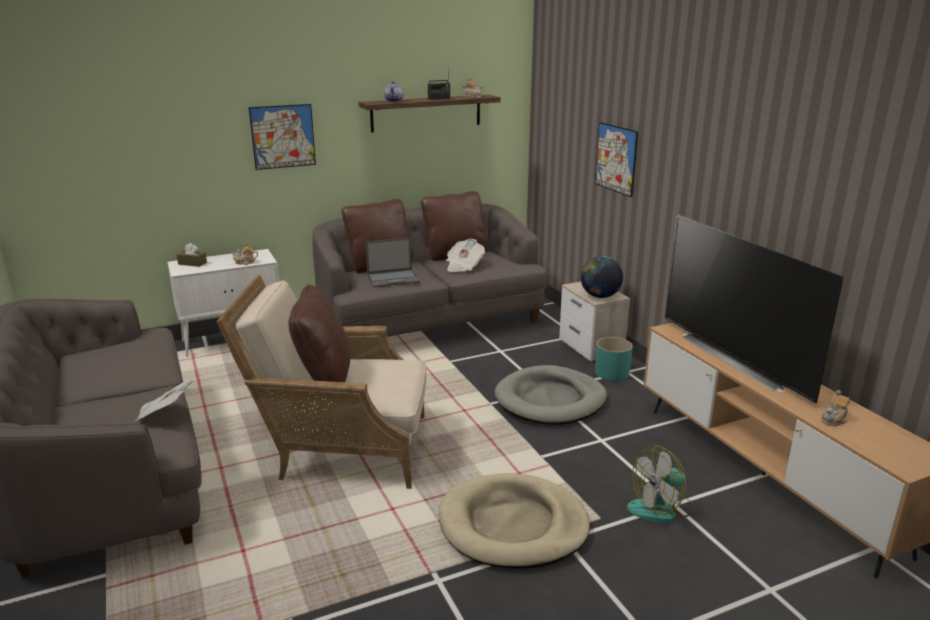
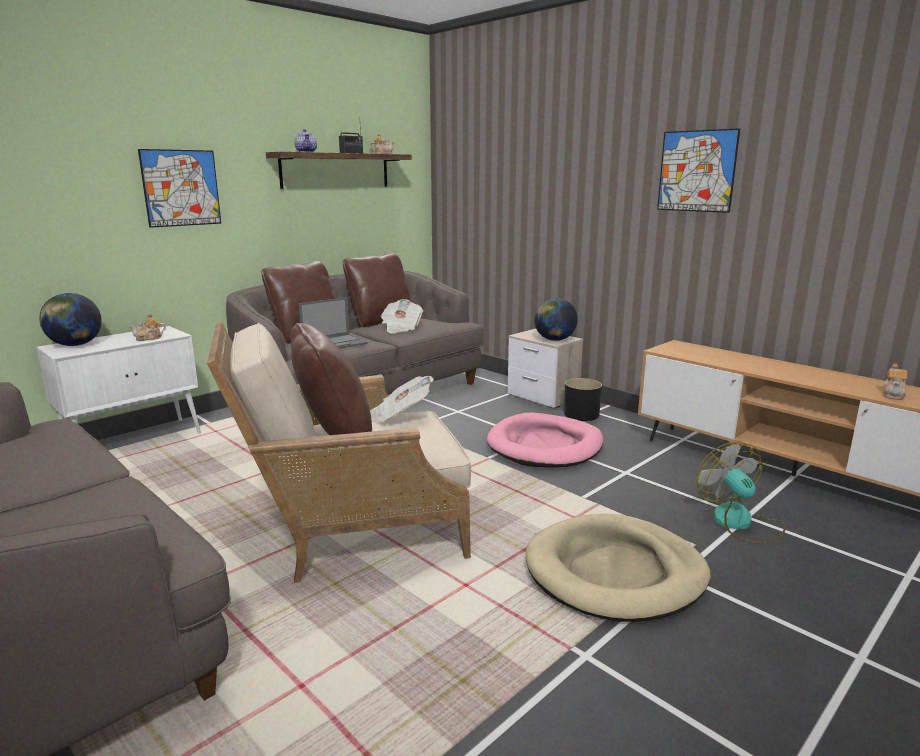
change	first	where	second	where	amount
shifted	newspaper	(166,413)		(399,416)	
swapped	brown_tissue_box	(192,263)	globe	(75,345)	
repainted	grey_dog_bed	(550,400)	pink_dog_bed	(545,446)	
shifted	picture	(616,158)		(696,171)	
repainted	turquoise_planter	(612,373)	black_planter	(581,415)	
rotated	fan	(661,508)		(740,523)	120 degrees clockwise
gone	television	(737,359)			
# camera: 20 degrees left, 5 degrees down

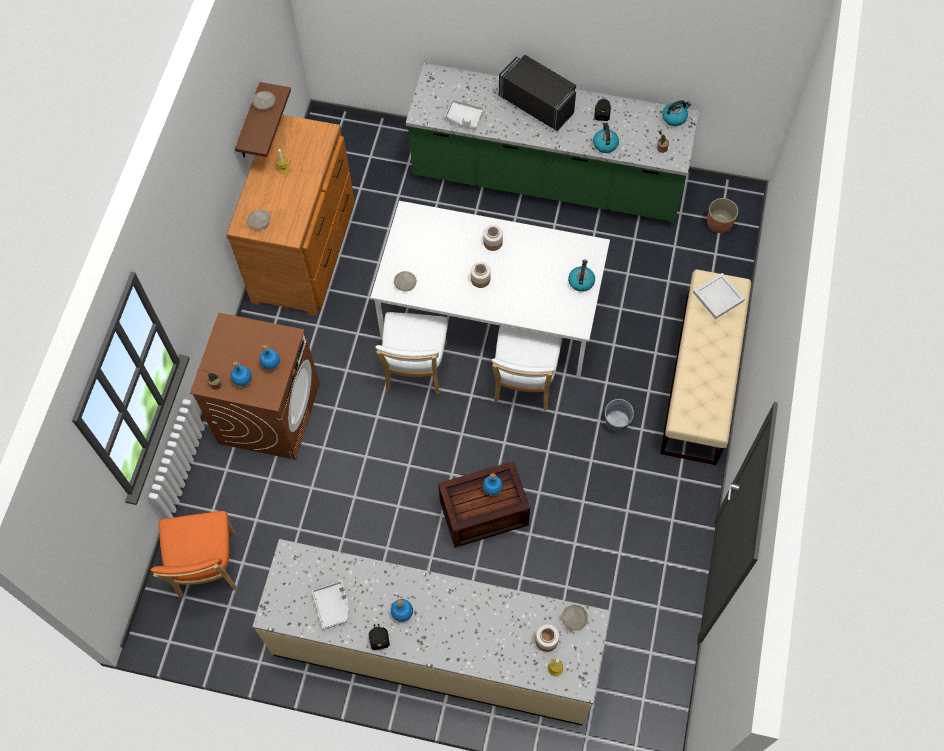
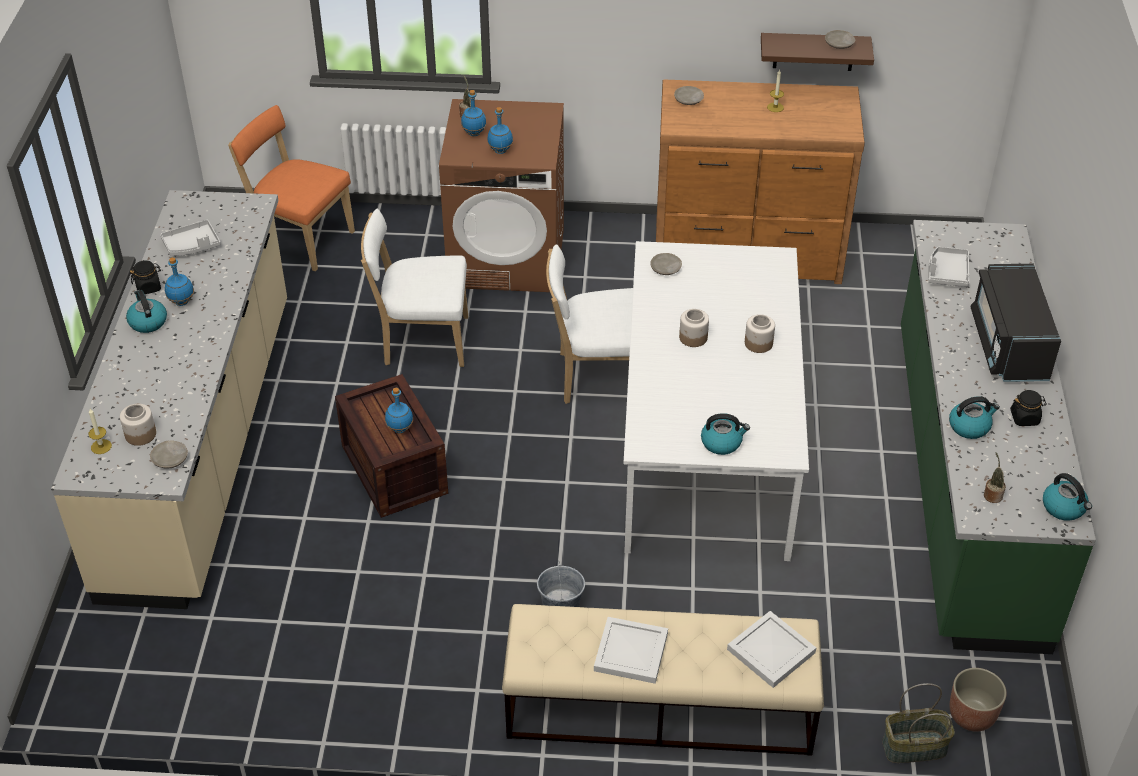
change	first	where	second	where	amount
rotated	orange_chair	(206,568)		(301,239)	45 degrees clockwise
shifted	white_chair	(524,384)		(421,341)	
rotated	black_microwave	(537,105)		(1008,344)	150 degrees clockwise
new			kettle	(147,322)	
new			white_tray	(630,651)	
new			basket	(914,748)	
# camera: 80 degrees right, 20 degrees down

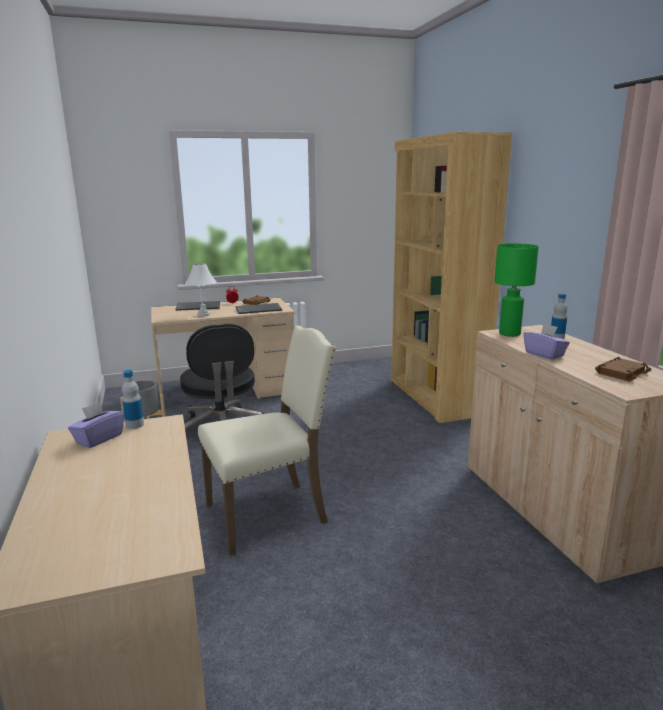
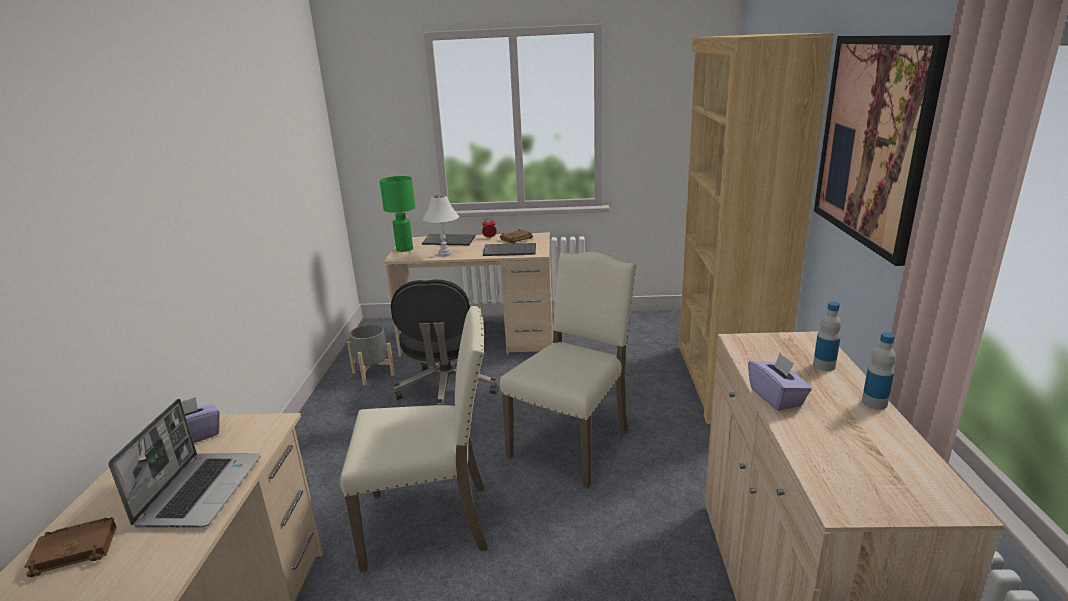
change	first	where	second	where	amount
shifted	bottle	(134,425)		(874,403)	
shifted	green_table_lamp	(510,334)		(405,249)	
shifted	brown_book	(620,372)		(78,548)	
new			laptop	(200,490)	
new			beige_chair	(573,442)	
new			picture	(874,141)	
# camera: 20 degrees right, 5 degrees up

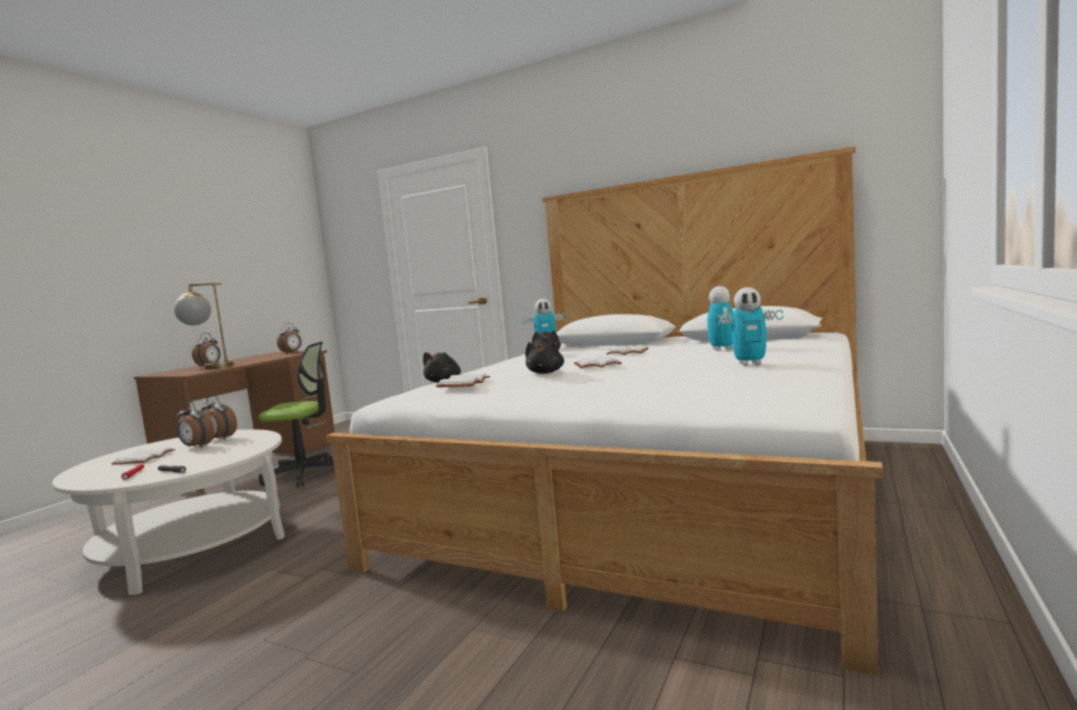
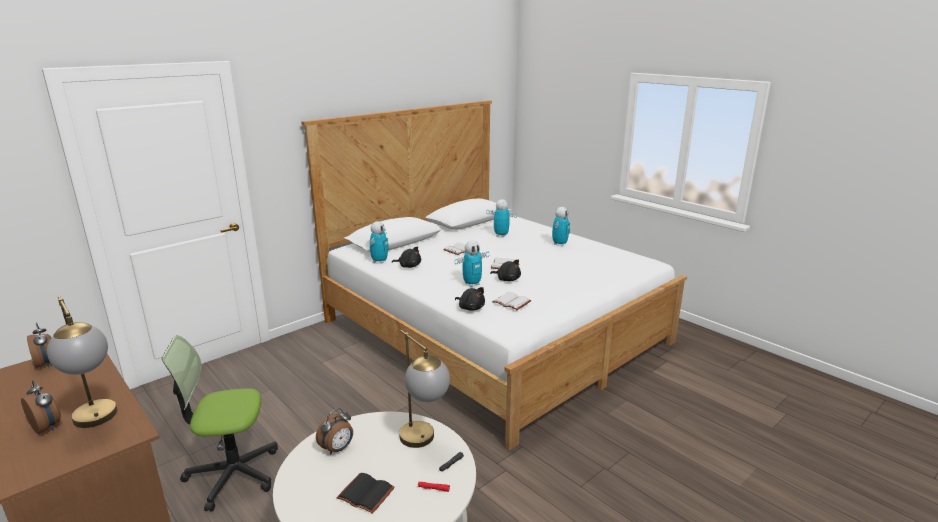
change	first	where	second	where	amount
repainted	white_book	(143,458)	black_book	(364,494)	
gone	alarm_clock	(196,446)			
rotated	office_chair	(305,474)		(233,474)	120 degrees counterclockwise
new			table_lamp	(424,443)	
new			toy_robot	(472,284)	
# camera: 70 degrees left, 15 degrees up

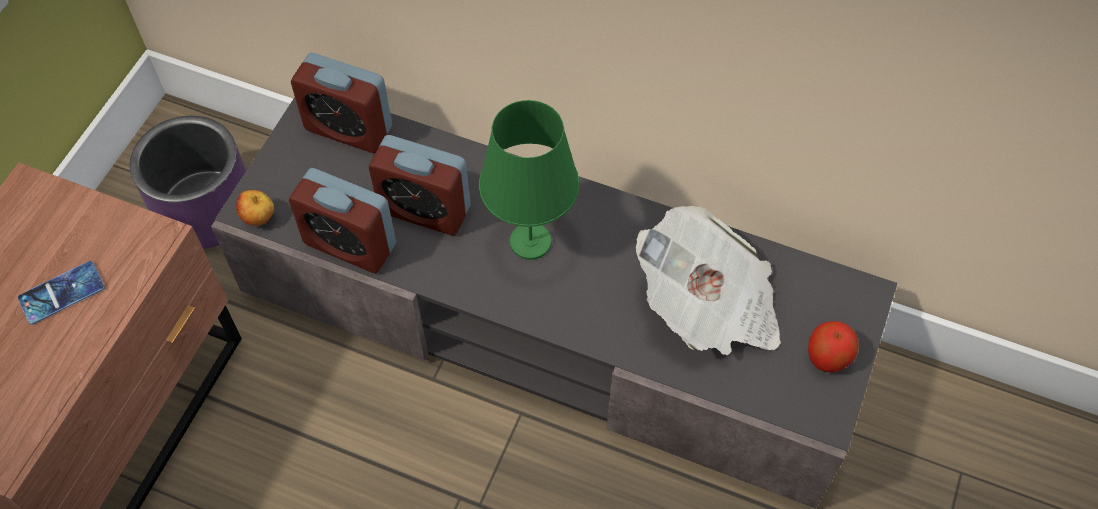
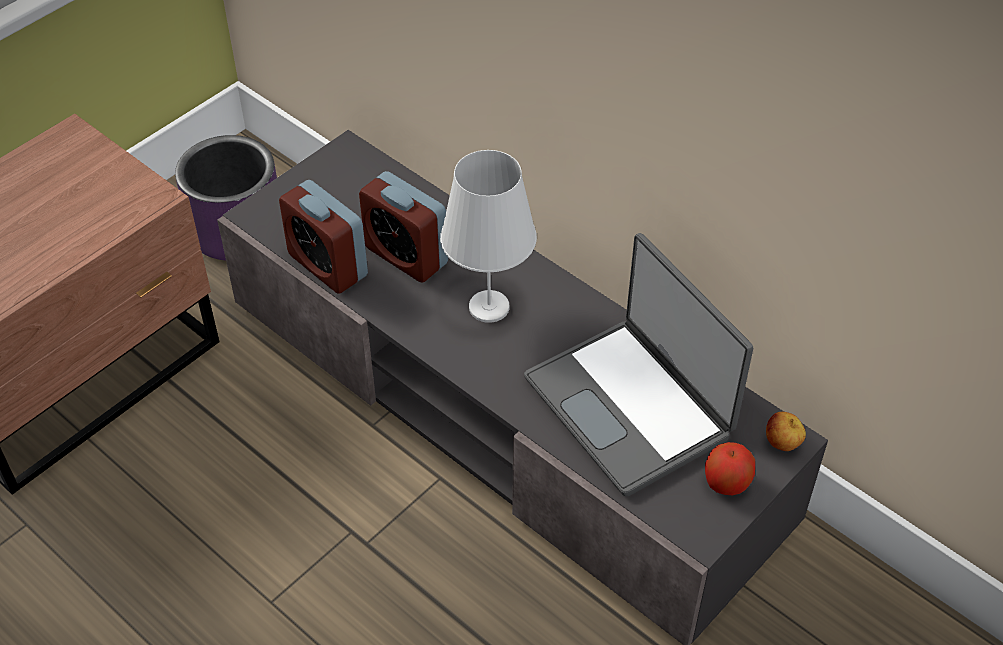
change	first	where	second	where	amount
gone	phone	(62,293)			
shifted	apple	(259,218)		(782,444)	
gone	alarm_clock	(348,128)			
repainted	green_table_lamp	(529,242)	white_table_lamp	(488,307)	
swapped	newspaper	(708,306)	laptop	(631,406)	
# camera: 20 degrees right, 10 degrees down

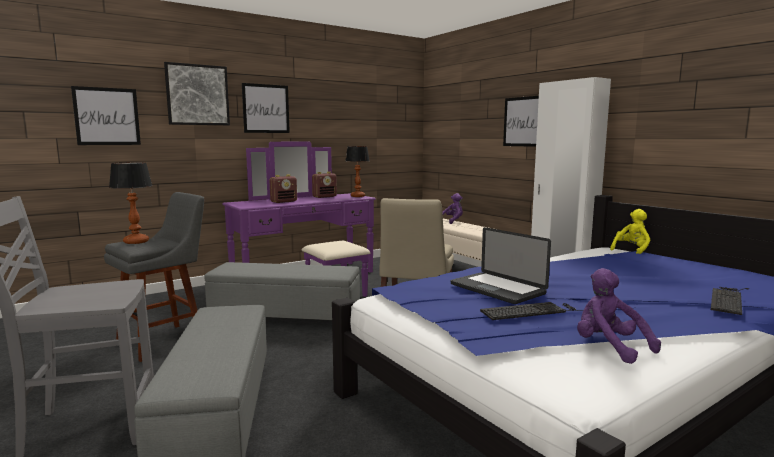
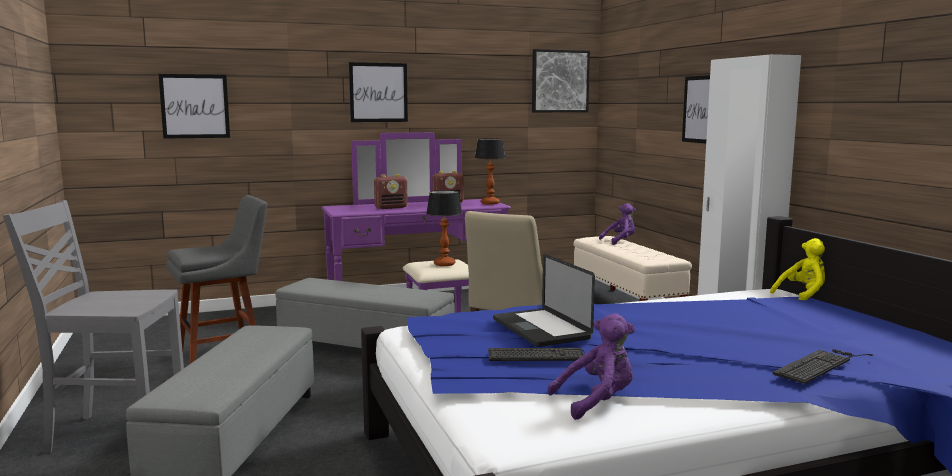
change	first	where	second	where	amount
shifted	table_lamp	(136,242)		(444,264)	
shifted	picture	(197,95)		(560,81)	
rotated	purple_plush_toy	(609,347)		(597,402)	90 degrees clockwise
# camera: 15 degrees right, 0 degrees up

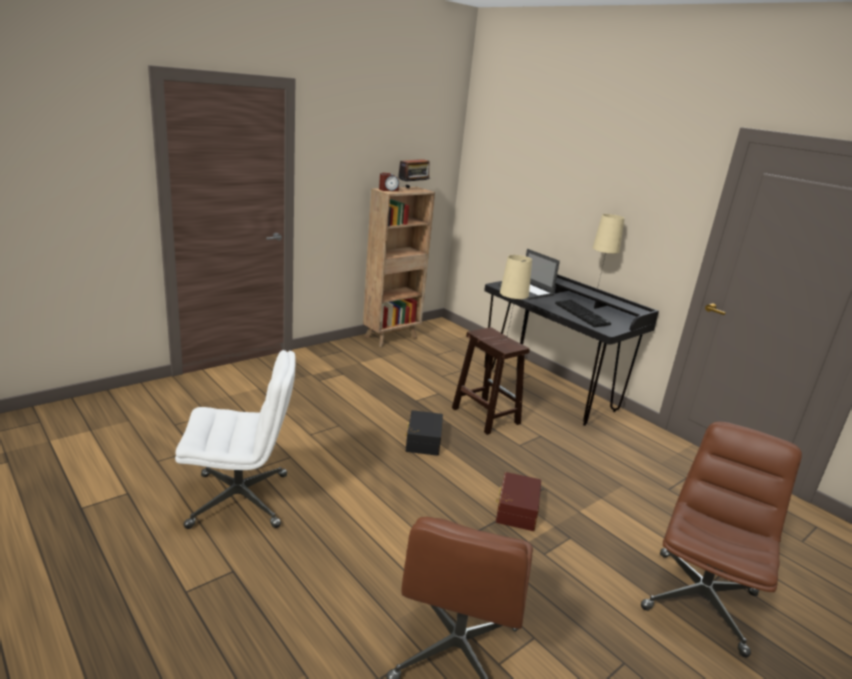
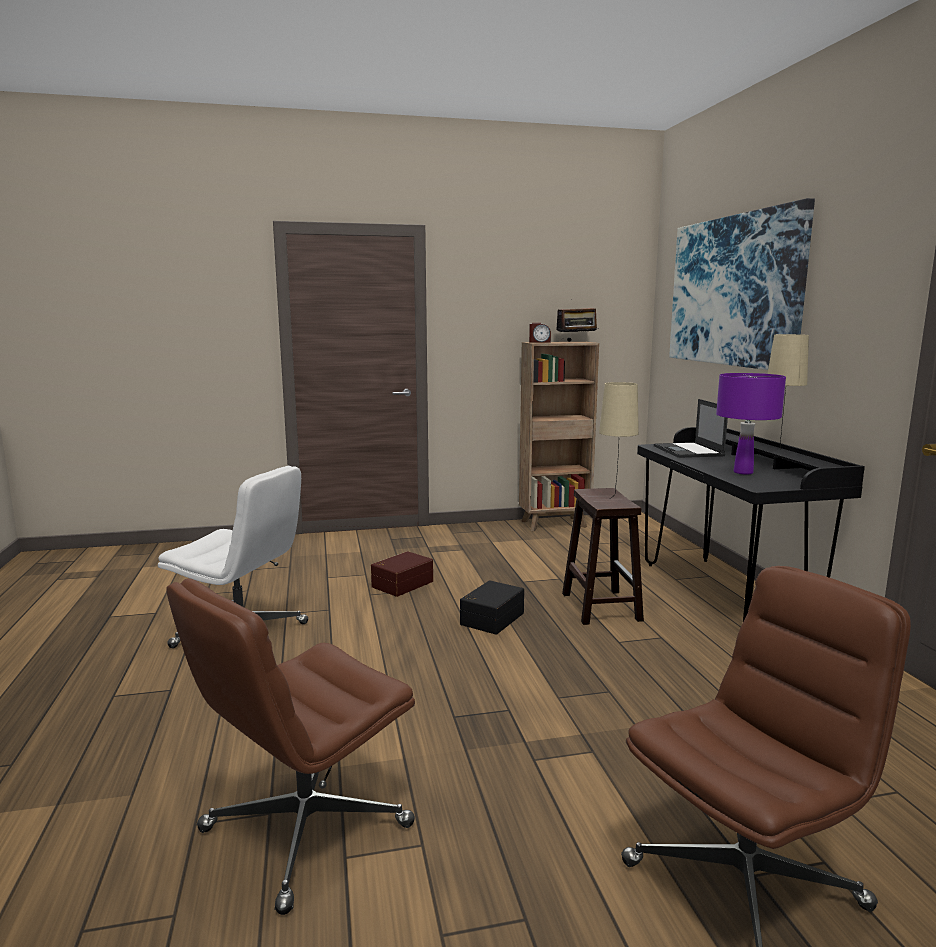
change	first	where	second	where	amount
shifted	brown_storage_box	(515,510)		(401,584)	
swapped	keyboard	(583,314)	purple_table_lamp	(743,472)	
new			picture	(733,291)	
# camera: 30 degrees right, 10 degrees down

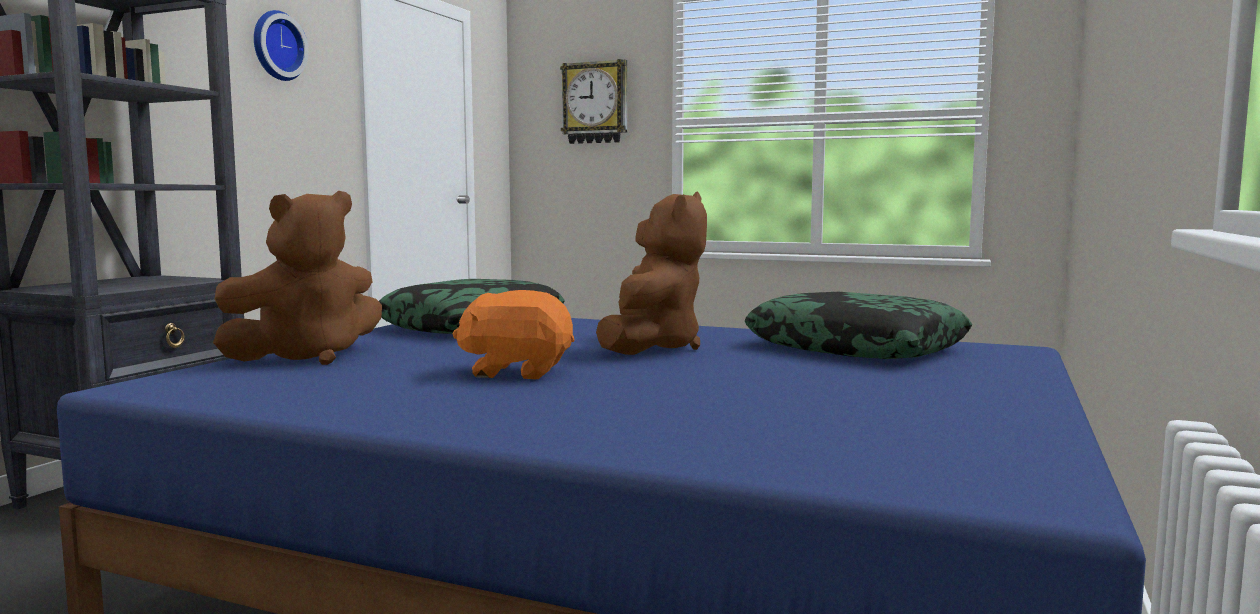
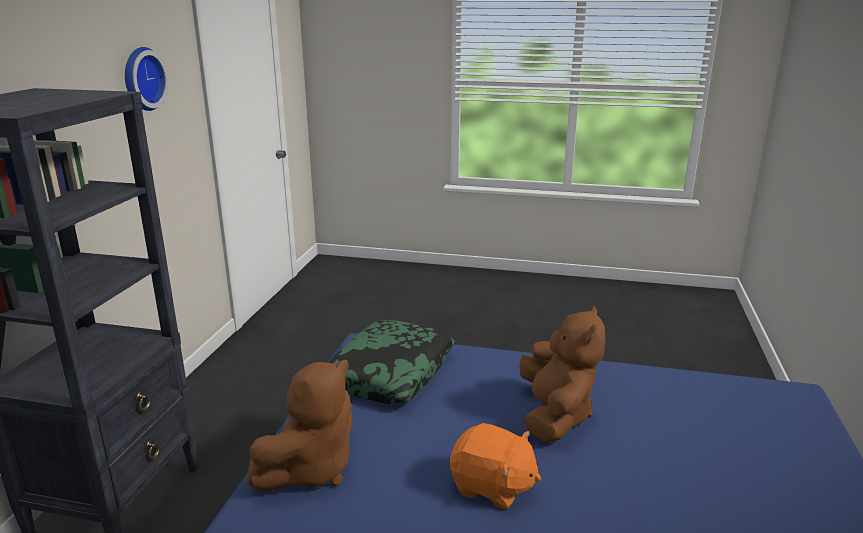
change	first	where	second	where	amount
rotated	orange_plush_toy	(517,372)		(492,487)	150 degrees counterclockwise
gone	wall_clock	(595,103)			
gone	pillow	(854,347)			
# camera: 10 degrees left, 15 degrees up

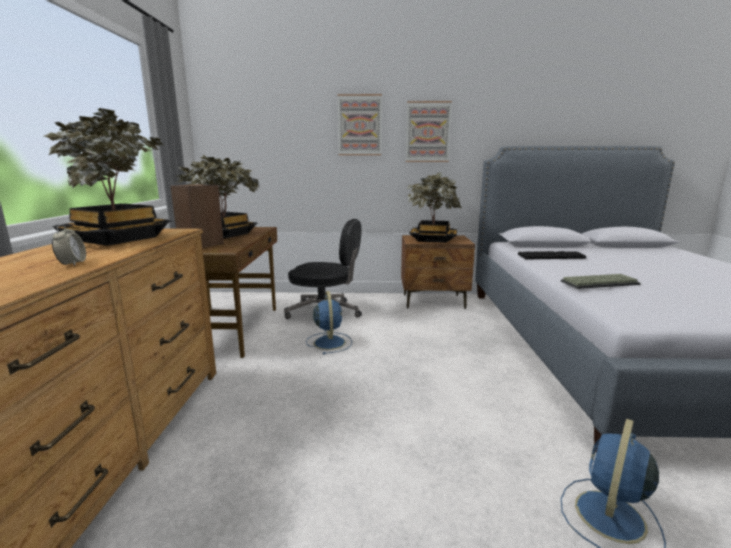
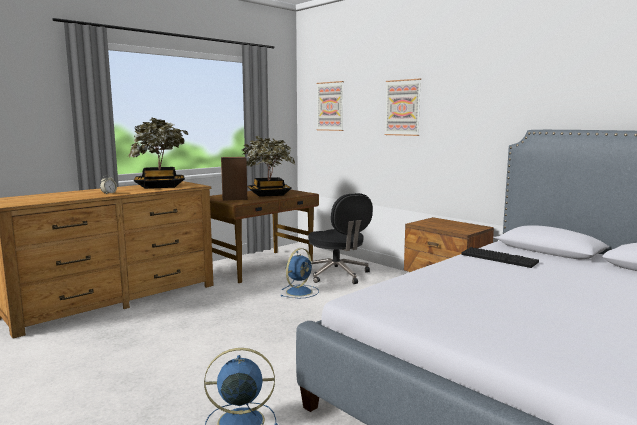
change	first	where	second	where	amount
shifted	picture	(428,132)		(330,106)	
gone	potted_plant	(433,239)			
gone	keyboard	(599,282)			
# camera: 45 degrees right, 5 degrees down

